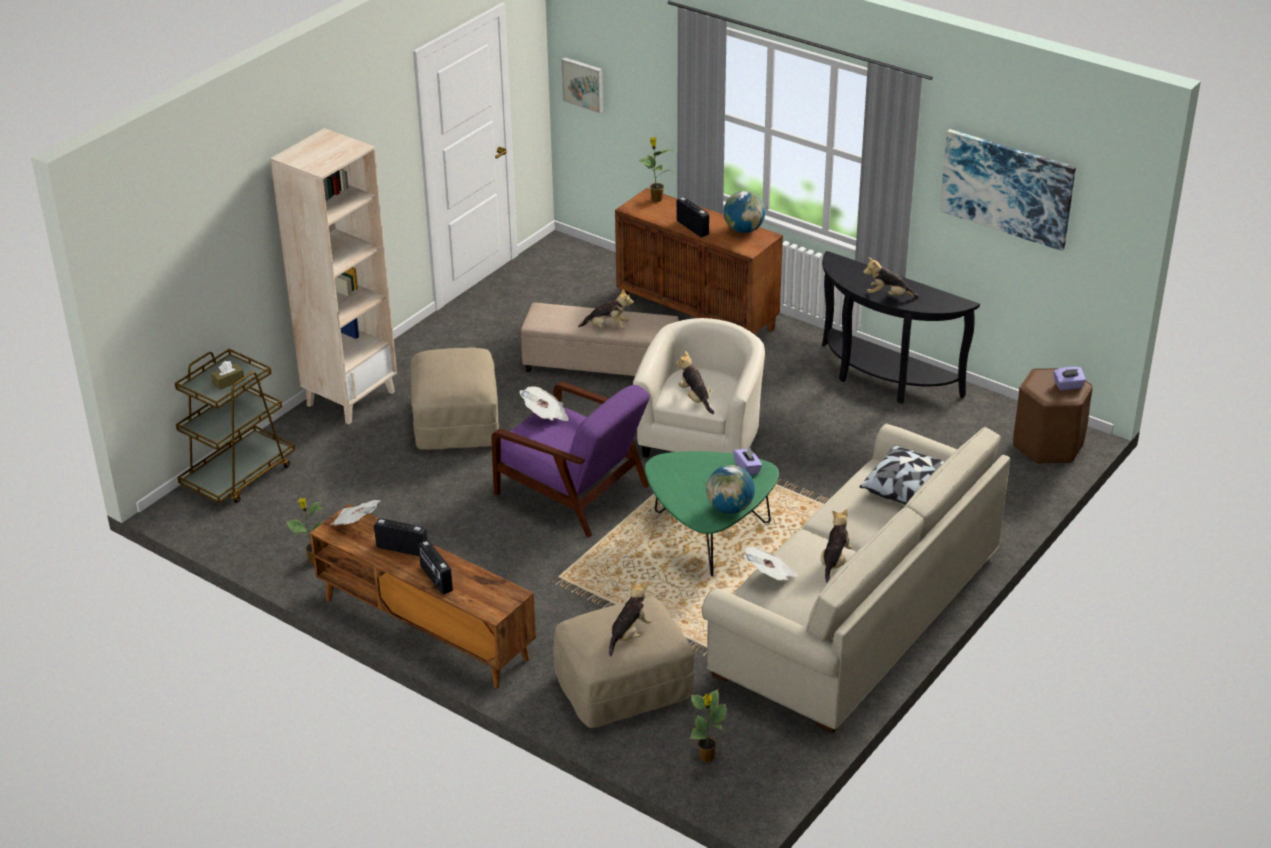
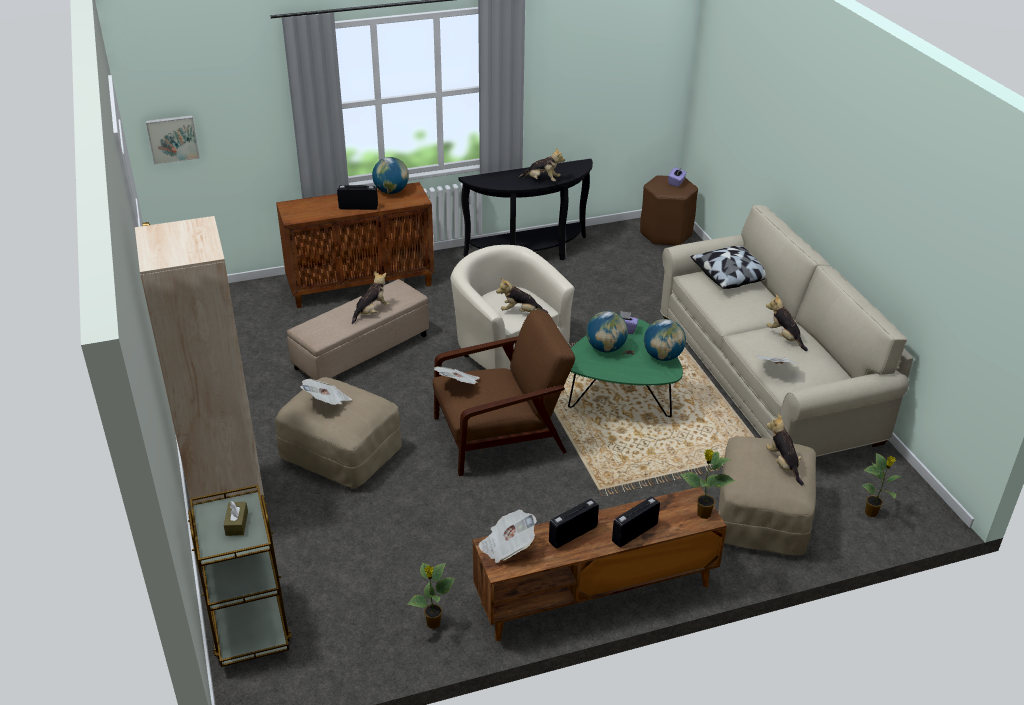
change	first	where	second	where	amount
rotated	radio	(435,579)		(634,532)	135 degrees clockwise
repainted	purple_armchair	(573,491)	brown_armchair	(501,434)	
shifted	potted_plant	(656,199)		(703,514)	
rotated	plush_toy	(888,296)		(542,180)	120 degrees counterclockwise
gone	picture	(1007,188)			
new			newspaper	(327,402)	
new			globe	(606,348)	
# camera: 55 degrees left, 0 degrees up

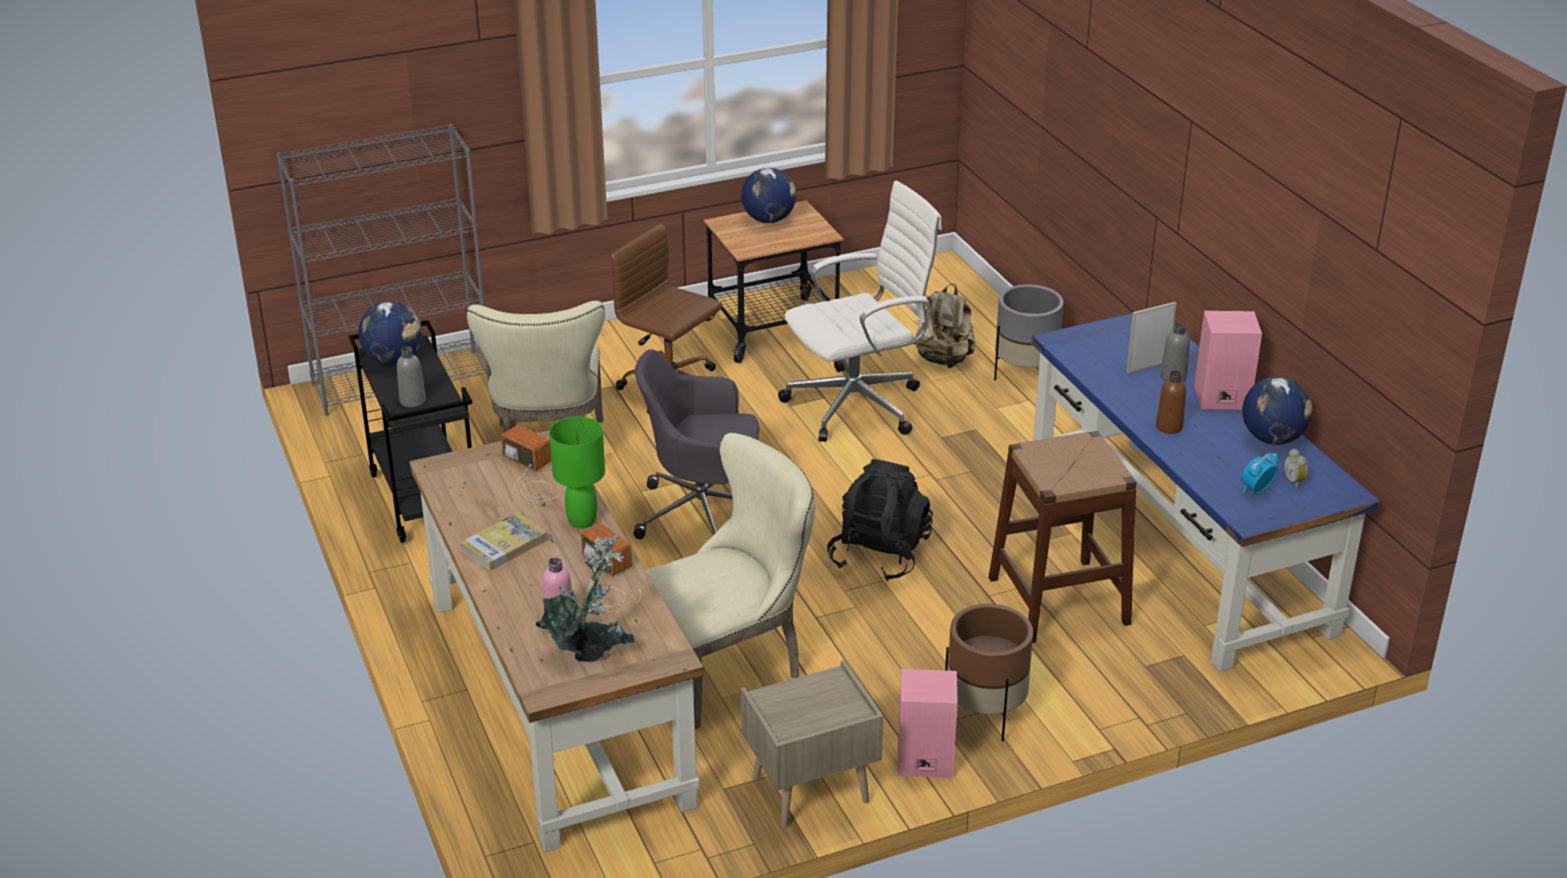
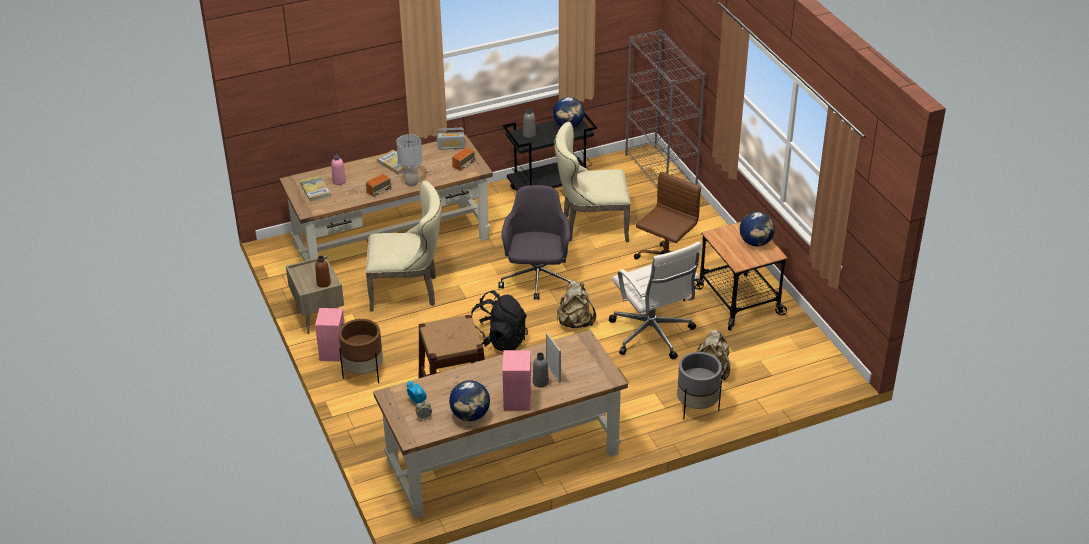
change	first	where	second	where	amount
swapped	potted_plant	(590,651)	book	(315,190)	
repainted	green_table_lamp	(582,521)	grey_table_lamp	(411,183)	
rotated	beige_chair	(729,668)		(408,291)	60 degrees counterclockwise
repainted	blue_desk	(1178,548)	brown_desk	(502,459)	
shifted	brown_bottle	(1169,427)		(323,283)	
new			radio	(451,147)	
new			beige_backpack	(575,322)	
# camera: 90 degrees right, 5 degrees up

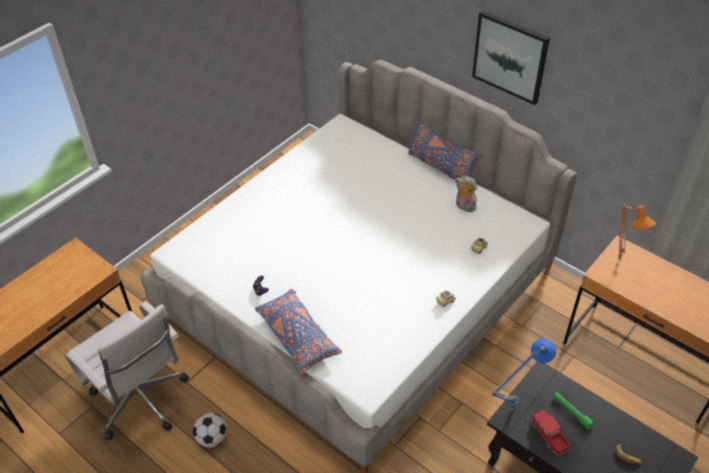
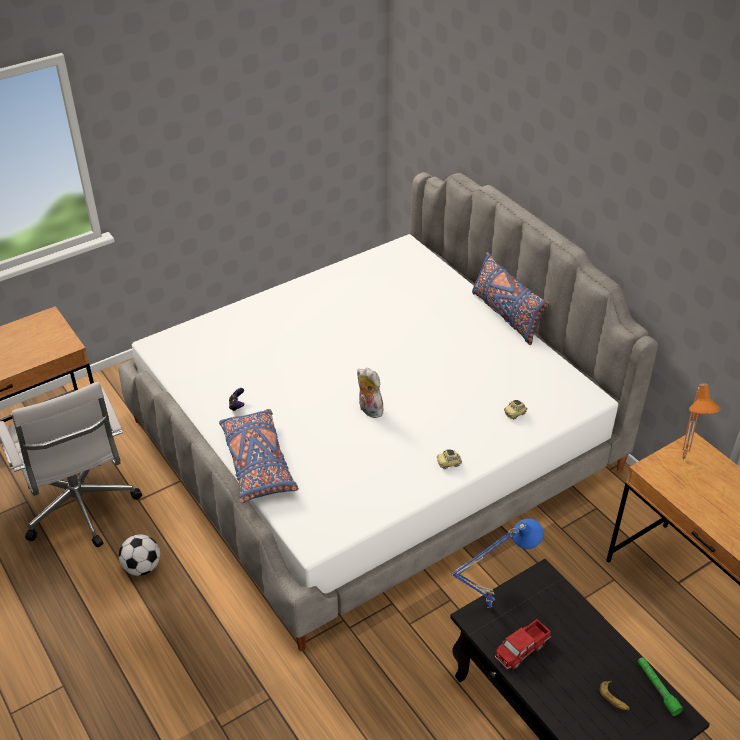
change	first	where	second	where	amount
shifted	plush_toy	(464,207)		(368,410)	
gone	picture	(510,56)			
rotated	toy_truck	(549,436)		(521,649)	120 degrees counterclockwise
shifted	green_flashlight	(571,412)		(657,688)	
# camera: 15 degrees right, 5 degrees down

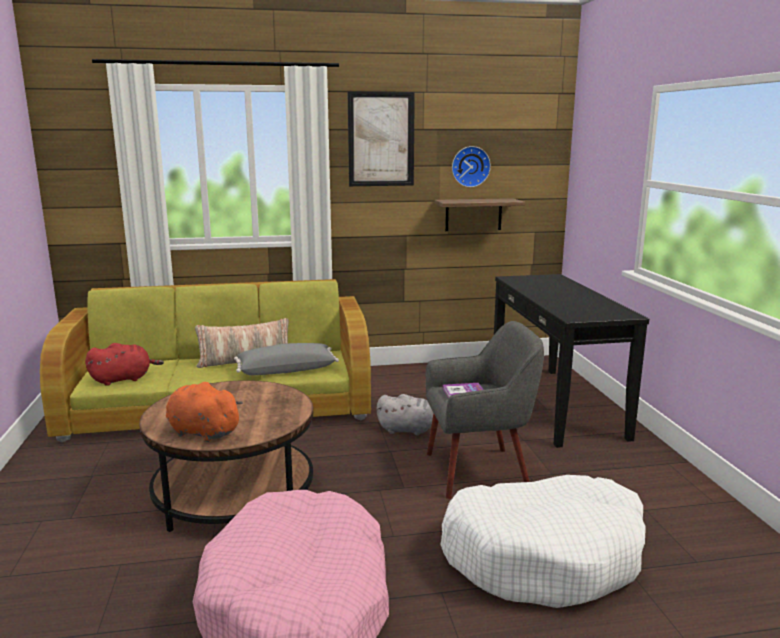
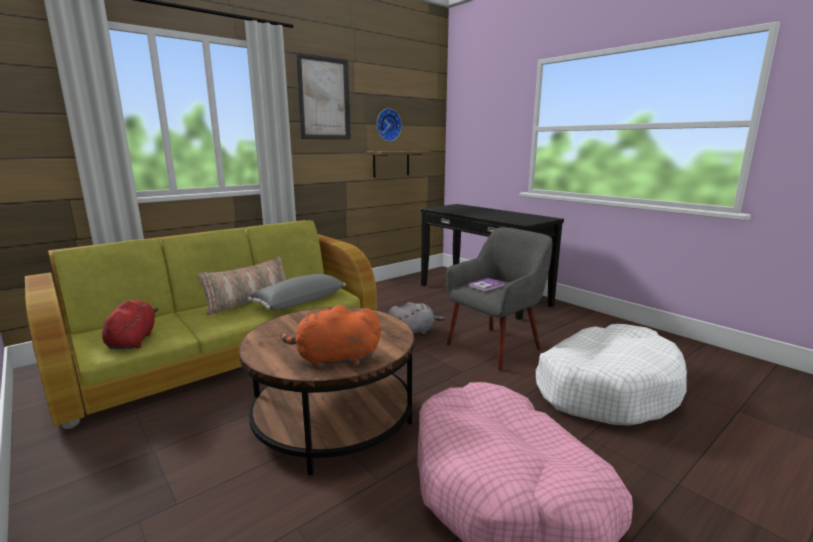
change	first	where	second	where	amount
rotated	red_plush_toy	(124,379)		(133,340)	45 degrees counterclockwise
# camera: 30 degrees left, 0 degrees up

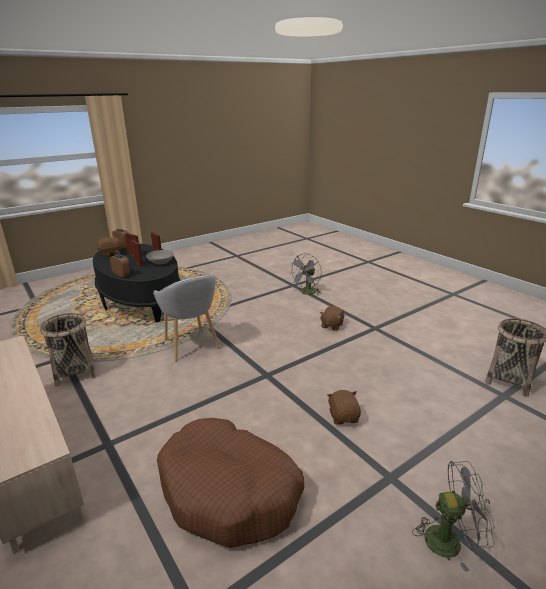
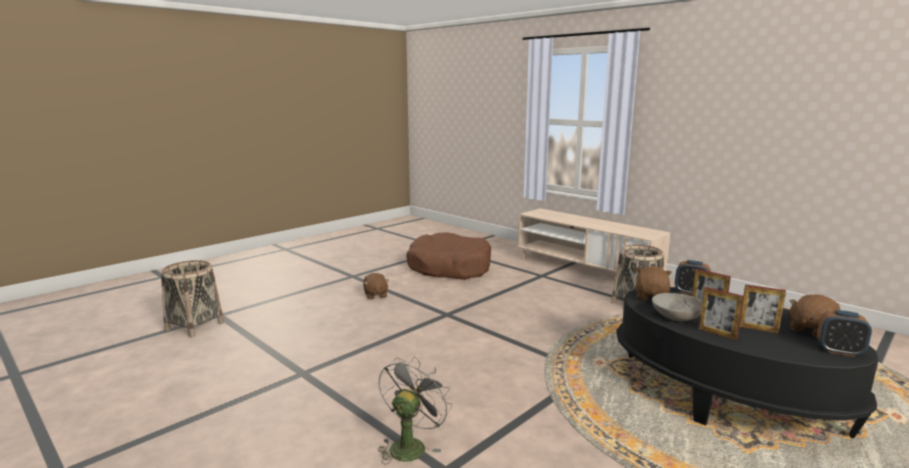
change	first	where	second	where	amount
gone	grey_armchair	(191,346)			
shifted	brown_plush_toy	(331,325)		(651,297)	
gone	grey_fan	(450,540)			
# camera: 170 degrees right, 10 degrees down

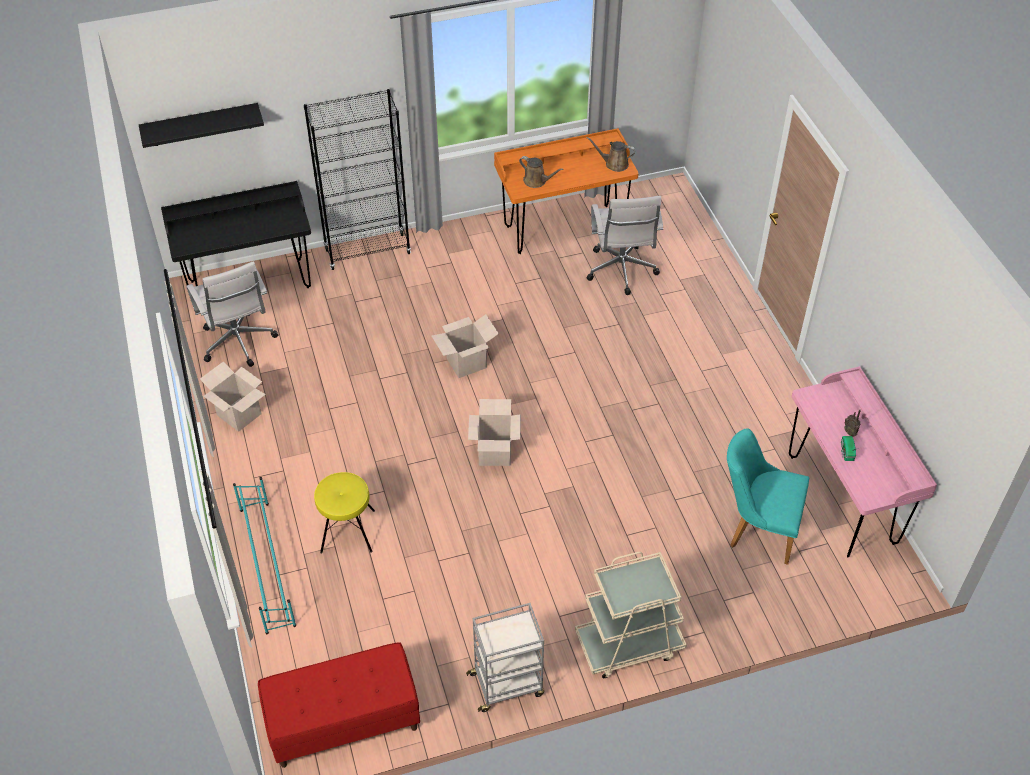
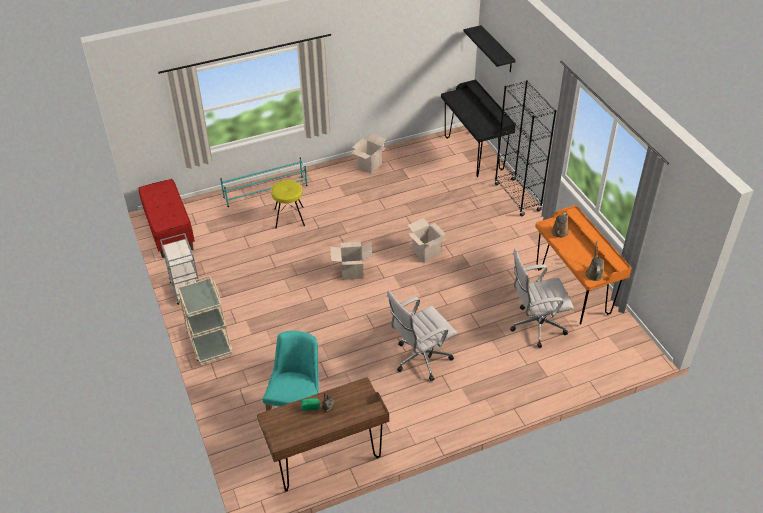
change	first	where	second	where	amount
shifted	white_office_chair	(239,344)		(420,359)	
repainted	pink_desk	(842,499)	brown_desk	(326,459)	
# camera: 85 degrees right, 5 degrees down

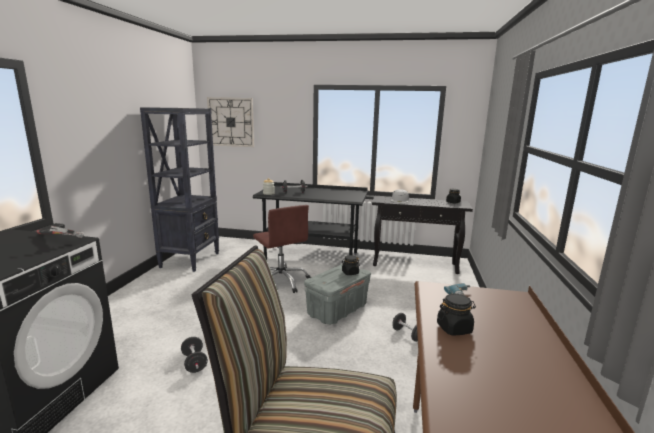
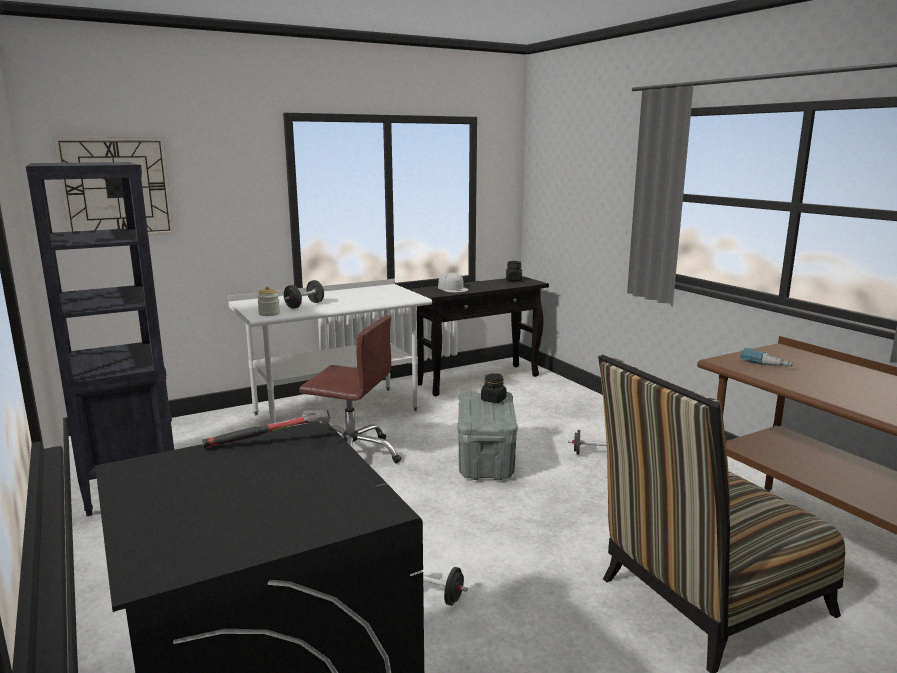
change	first	where	second	where	amount
repainted	black_desk	(311,258)	white_desk	(336,412)	
gone	black_jar	(454,328)			
# camera: 40 degrees left, 0 degrees up

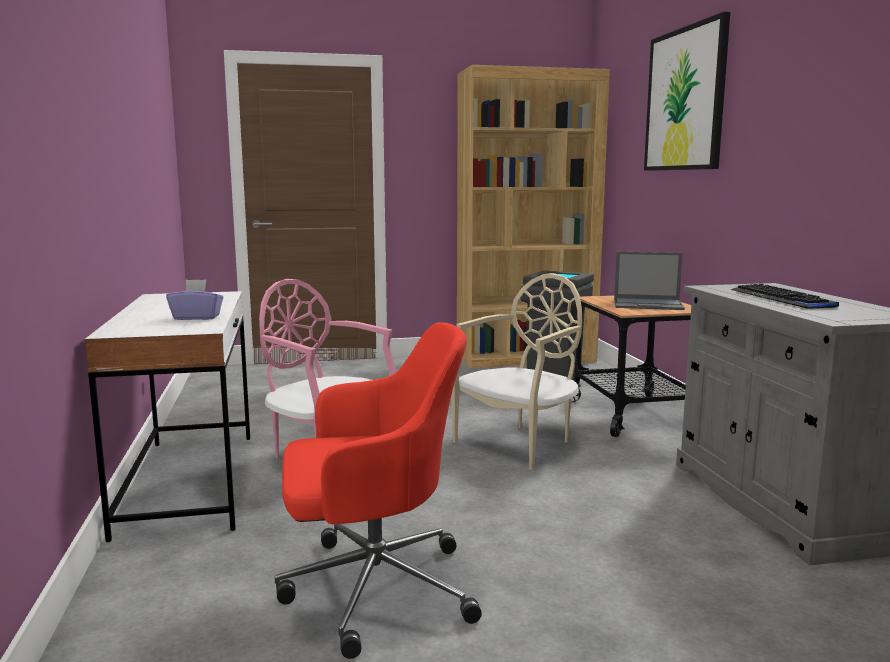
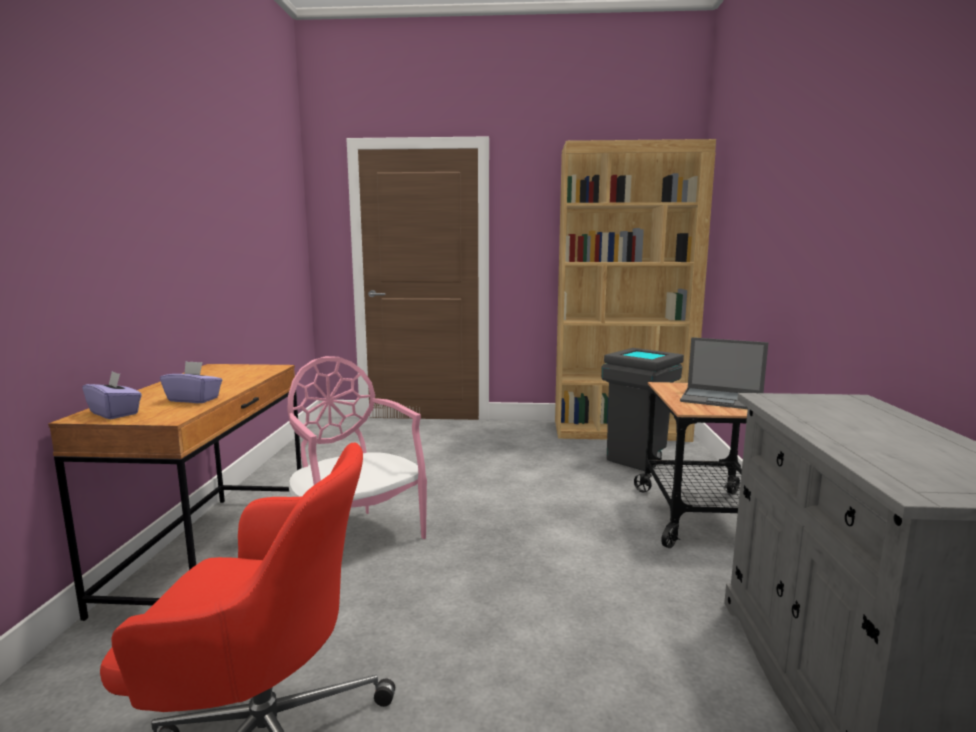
change	first	where	second	where	amount
repainted	white_desk	(190,482)	brown_desk	(213,551)	
gone	beige_chair	(519,444)			
gone	picture	(685,99)			
gone	keyboard	(781,298)			
new			purple_tissue_box	(115,413)	
# camera: 15 degrees right, 0 degrees up

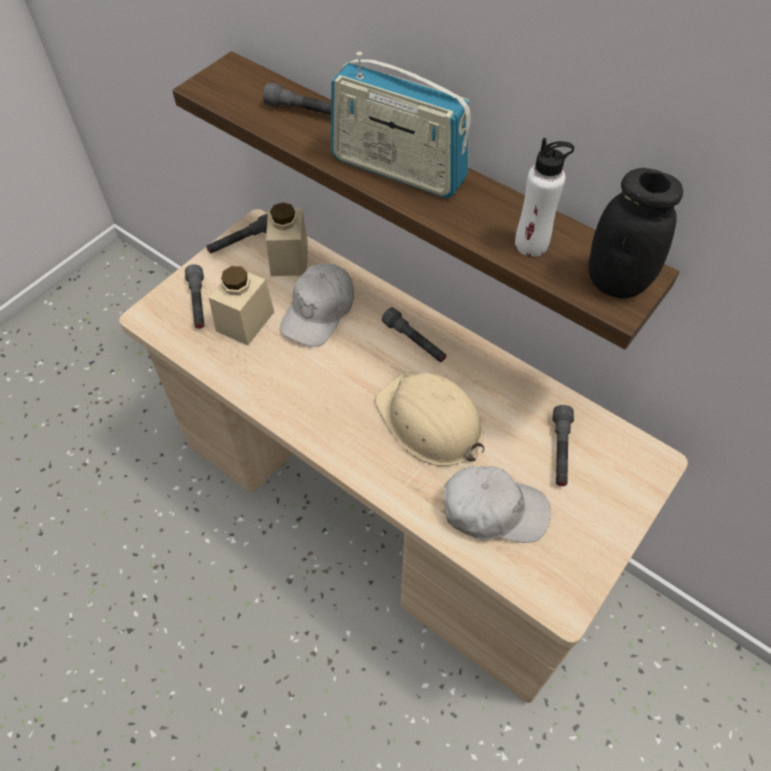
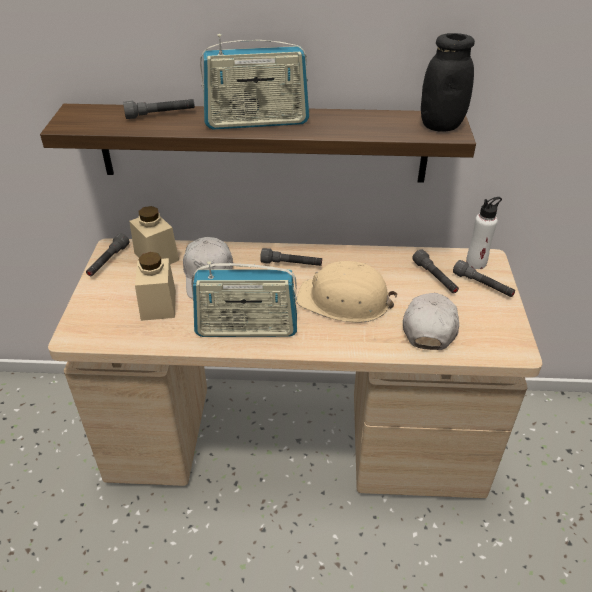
change	first	where	second	where	amount
shifted	grey_flashlight	(198,303)		(482,285)	
rotated	white_cap	(493,510)		(429,326)	45 degrees counterclockwise
shifted	white_bottle	(531,244)		(476,262)	
new			radio	(246,329)	
# camera: 35 degrees left, 15 degrees down

